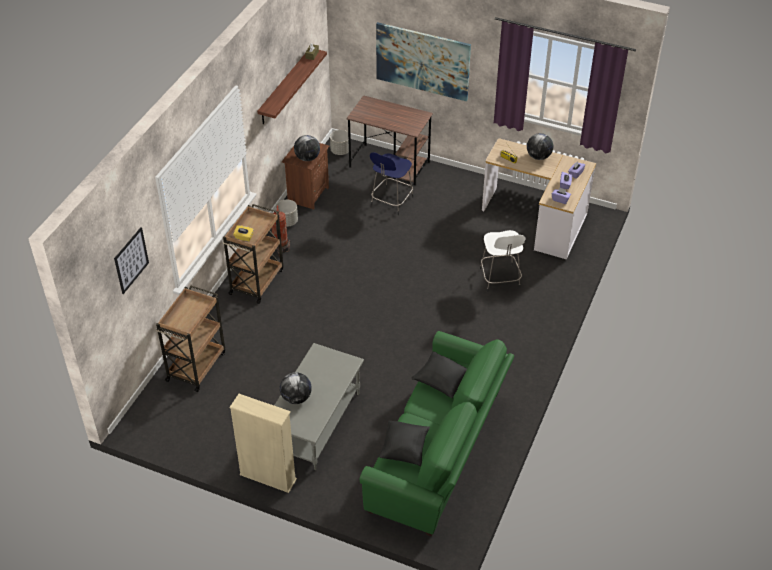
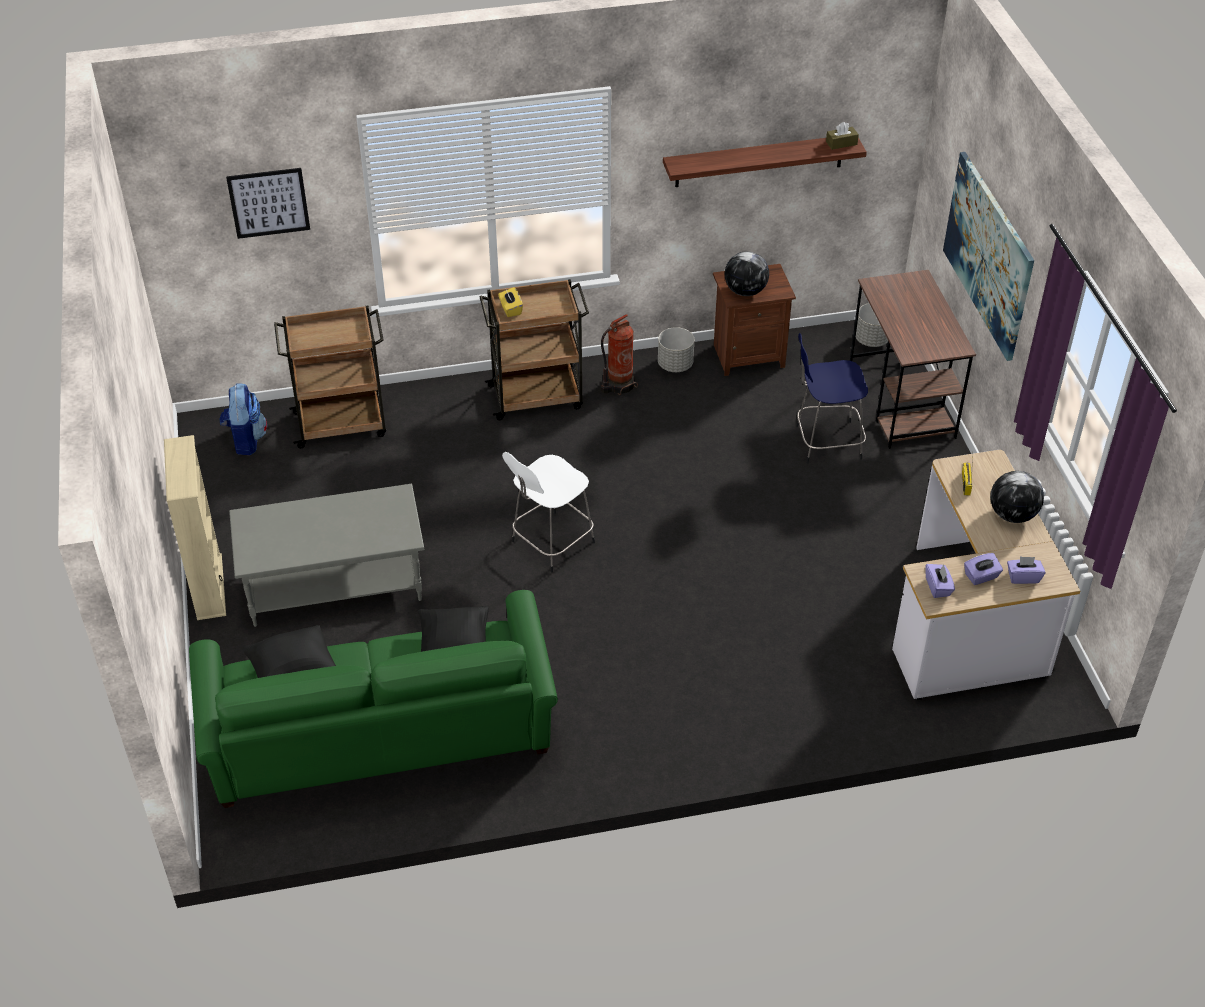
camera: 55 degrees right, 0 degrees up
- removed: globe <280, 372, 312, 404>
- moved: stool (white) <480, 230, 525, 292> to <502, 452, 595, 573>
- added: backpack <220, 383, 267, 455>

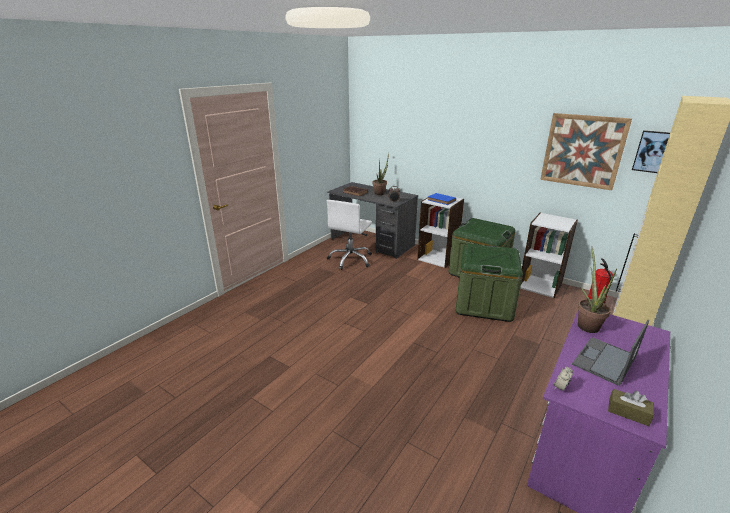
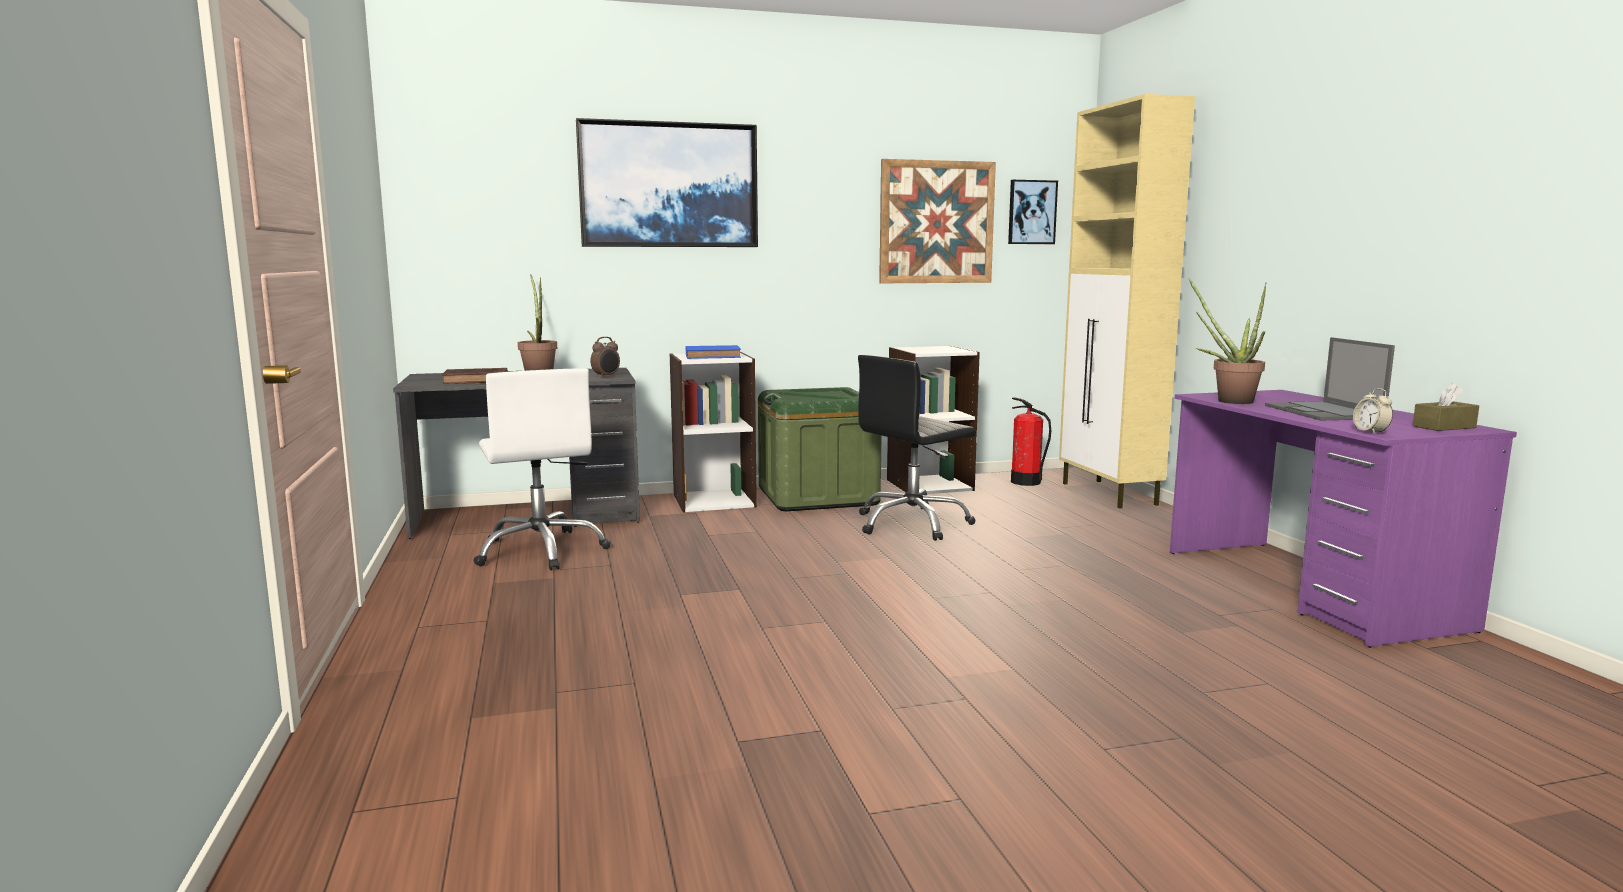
camera: 50 degrees left, 15 degrees down
- replaced: storage box (green) <456, 244, 523, 322> to office chair (black) <858, 355, 976, 541>
- added: picture <576, 118, 758, 247>

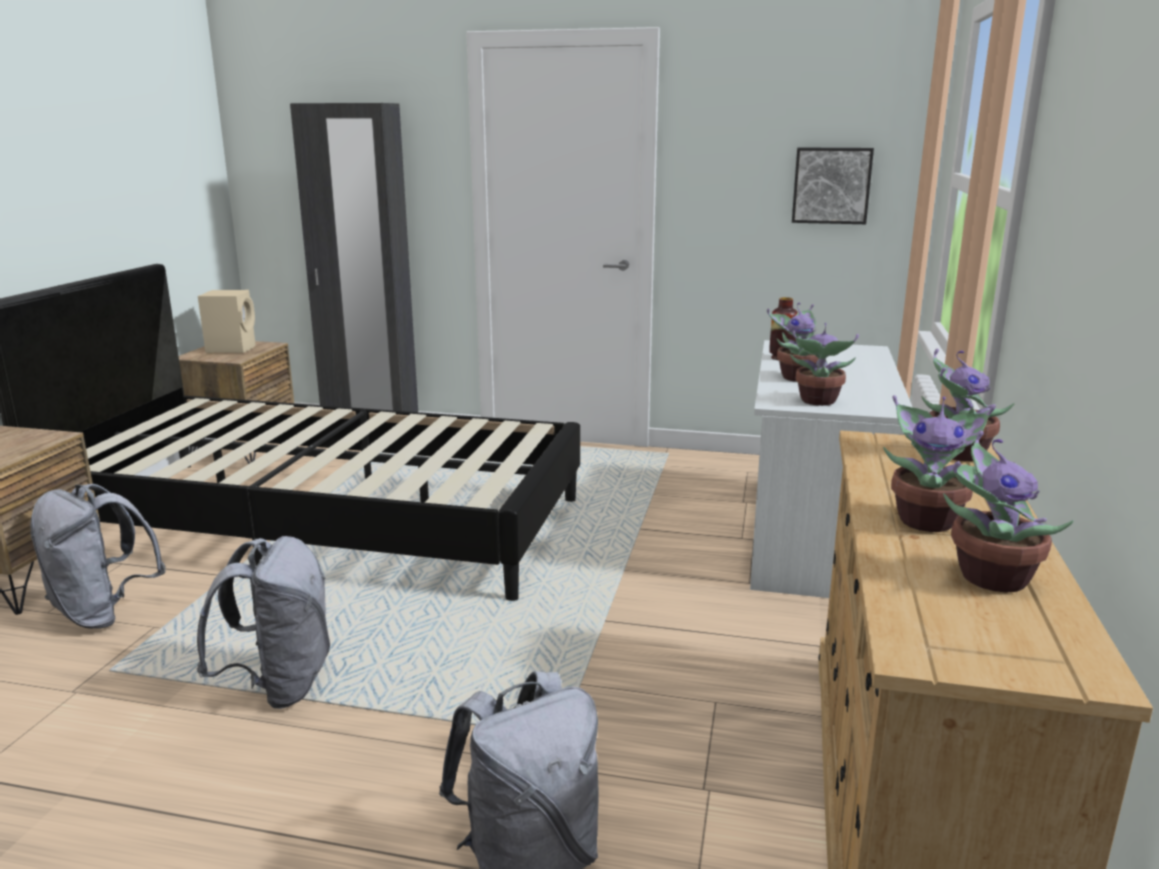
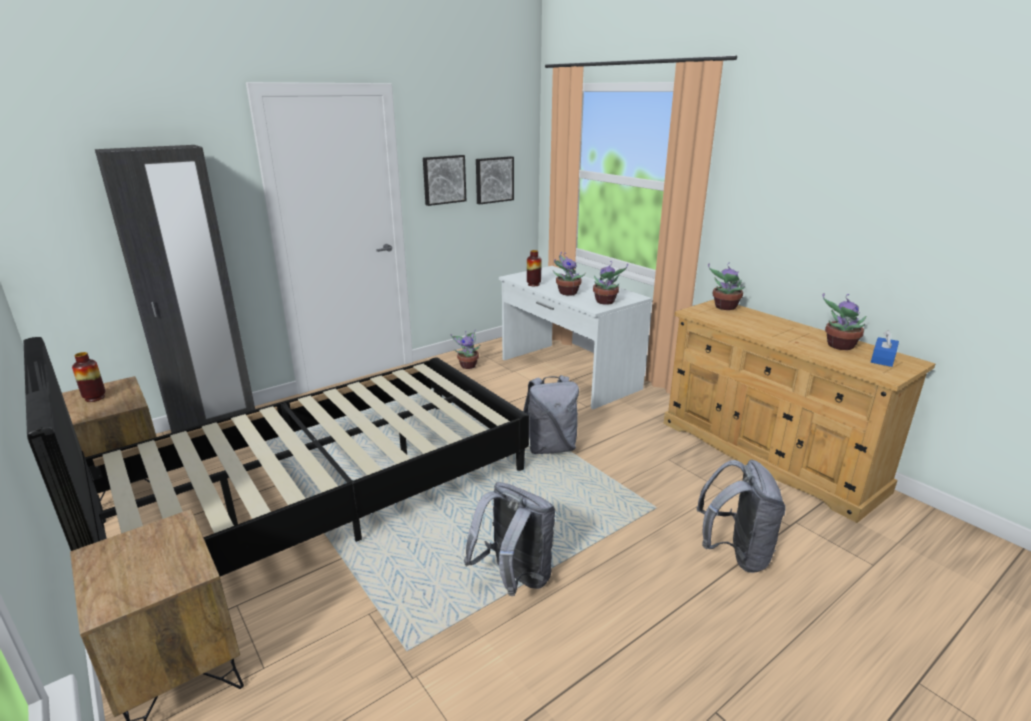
camera: 50 degrees left, 5 degrees up
- moved: backpack (grey) <30, 484, 166, 629> to <523, 375, 579, 454>
- replaced: speaker (beige) <198, 290, 256, 353> to vase <72, 352, 105, 402>
- moved: potted plant <883, 395, 995, 532> to <451, 330, 480, 369>
- added: picture <423, 155, 466, 206>
- added: tissue box (blue) <871, 330, 899, 367>

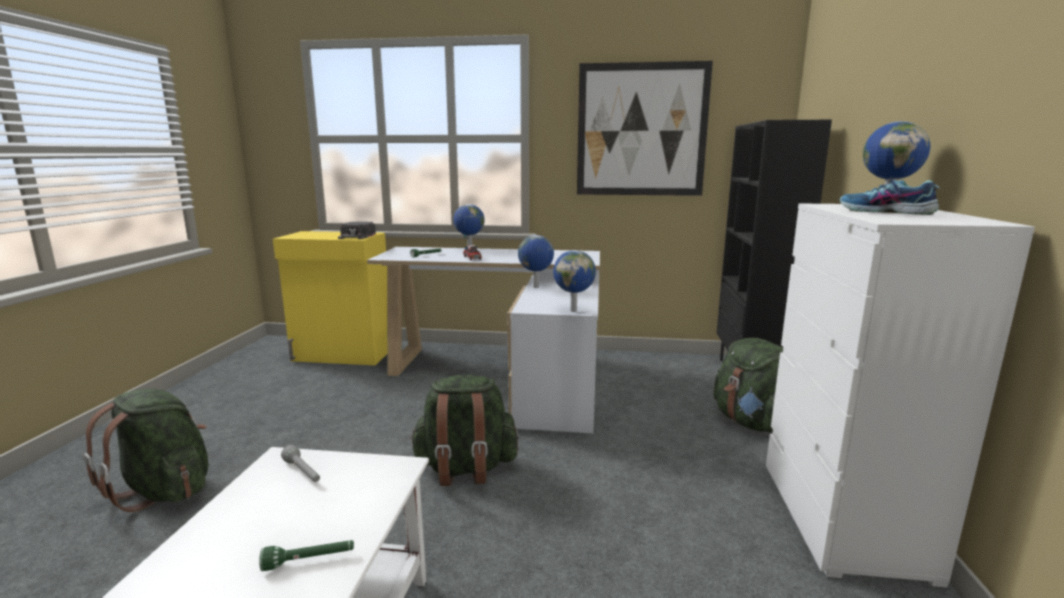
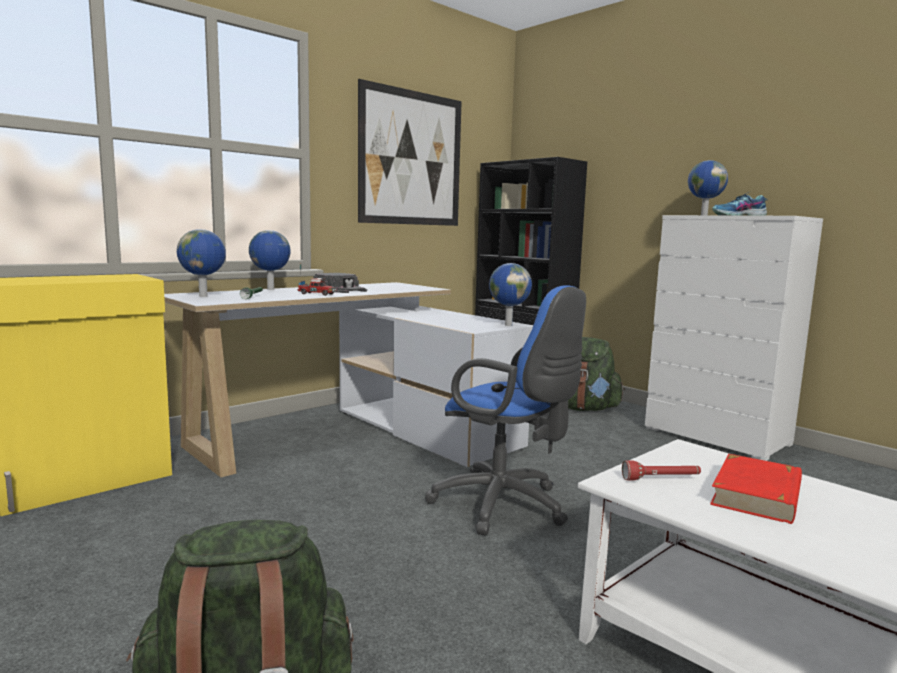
camera: 50 degrees left, 5 degrees down
- removed: flashlight (green) <259, 540, 354, 571>
- recoloured: flashlight (grey) <281, 445, 320, 482> to flashlight (red) <622, 461, 701, 480>
- moved: cap (black) <338, 222, 376, 239> to <313, 273, 367, 293>
- replaced: backpack (green) <409, 375, 518, 486> to office chair (blue) <425, 285, 586, 536>
- moved: globe <518, 235, 554, 288> to <177, 229, 226, 297>
- added: book (red) <710, 454, 802, 524>

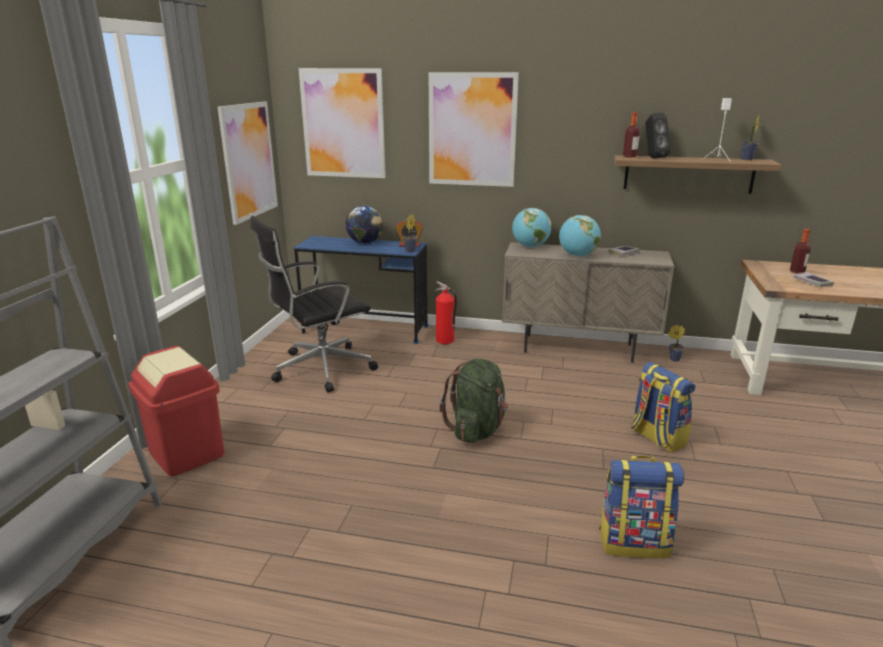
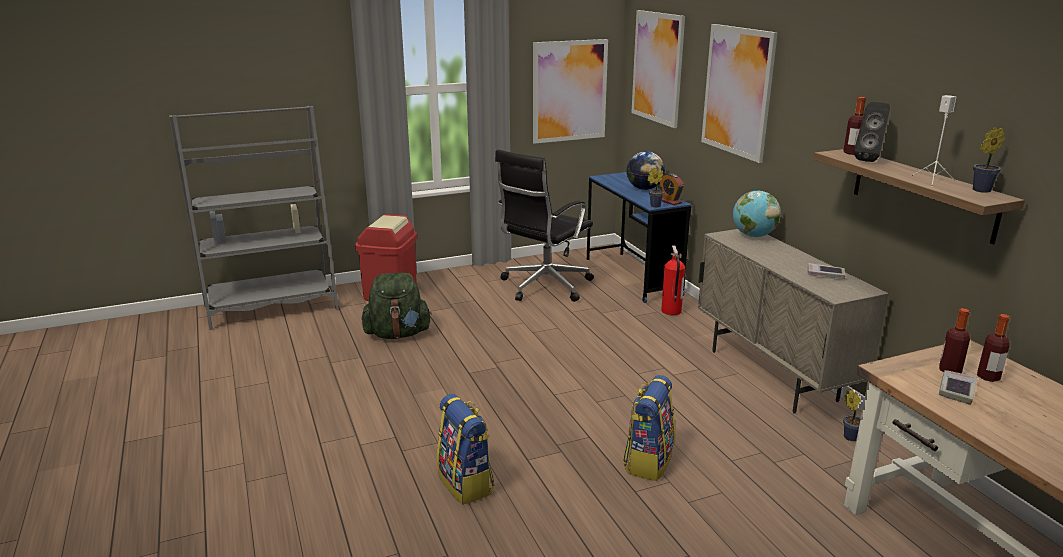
camera: 55 degrees right, 0 degrees up
- turned: office chair (black) <251, 216, 378, 392> = <495, 149, 594, 302> 75 degrees counterclockwise
- moved: backpack (green) <439, 359, 509, 443> to <362, 273, 432, 339>
- removed: globe <559, 215, 601, 257>
- added: bottle <939, 308, 970, 373>

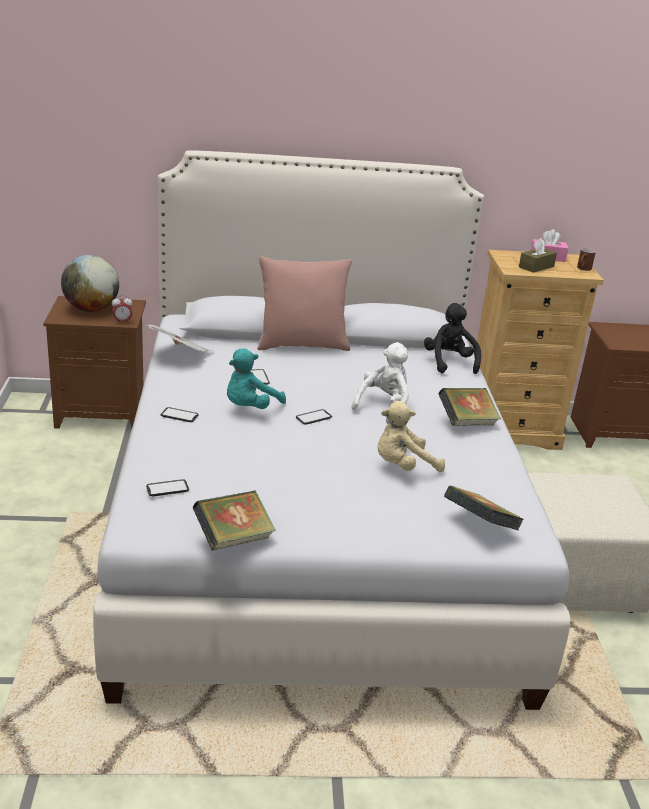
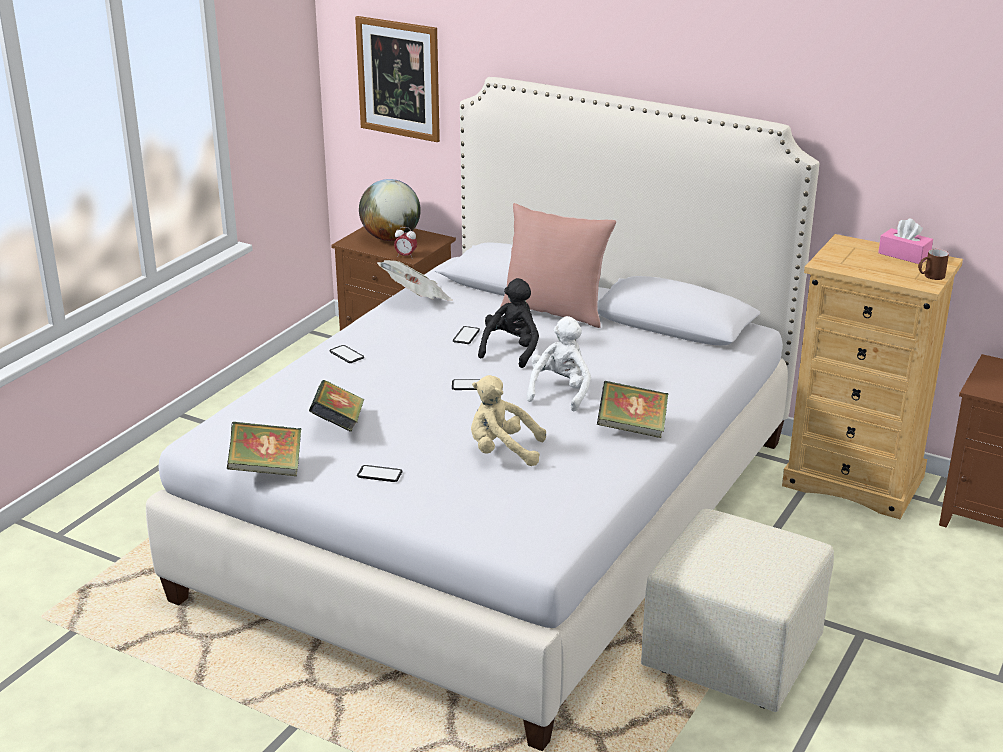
camera: 35 degrees right, 0 degrees up
- moved: phone <146, 479, 189, 496> to <357, 465, 403, 482>
- removed: plush toy (turquoise) <227, 348, 286, 409>
- turned: plush toy (white) <351, 342, 409, 424> = <526, 316, 591, 412> 45 degrees counterclockwise
- moved: plush toy (black) <424, 303, 481, 374> to <478, 278, 539, 368>
- moved: book <444, 486, 524, 530> to <309, 380, 364, 432>
- removed: tissue box (brown) <519, 238, 557, 273>
- added: picture <355, 16, 440, 142>

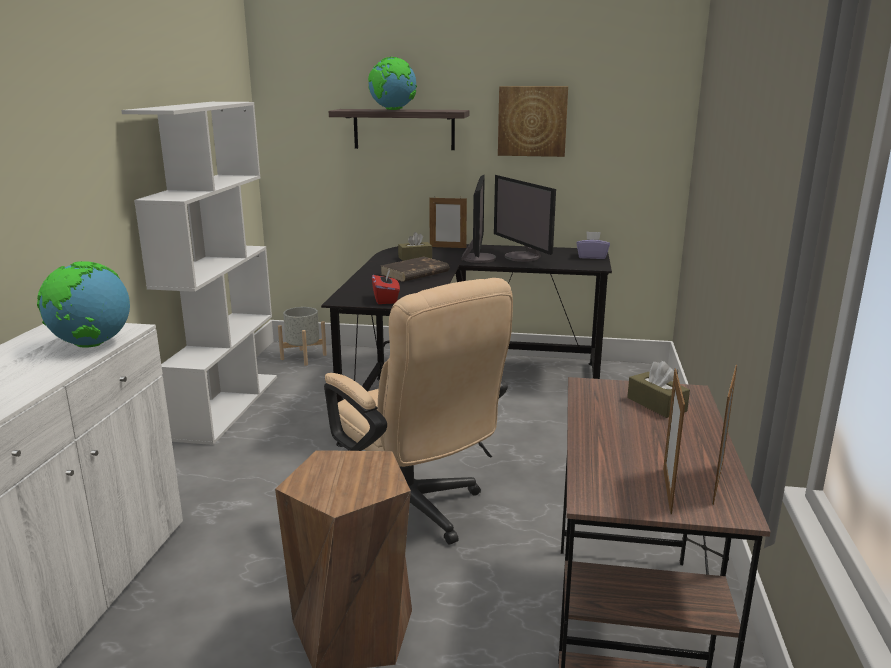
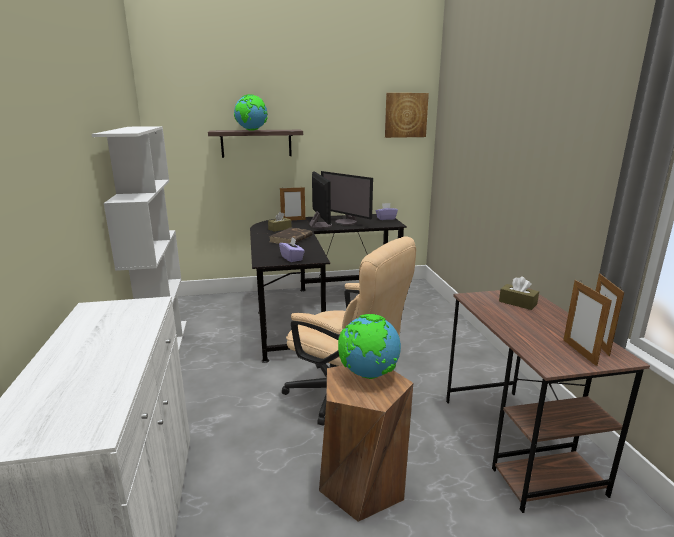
camera: 20 degrees left, 0 degrees up
- moved: globe <37, 261, 130, 348> to <338, 314, 401, 379>
- removed: planter (grey) <278, 307, 327, 366>
- recoloured: tissue box (red) <372, 270, 400, 304> to tissue box (purple) <279, 237, 305, 262>
- moved: picture <498, 86, 568, 157> to <385, 93, 429, 138>

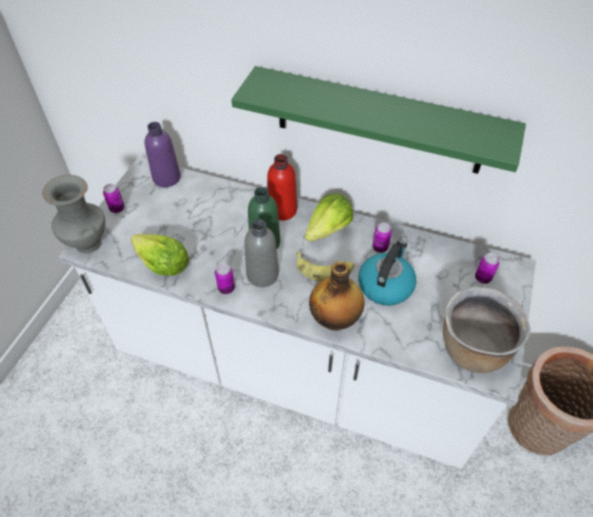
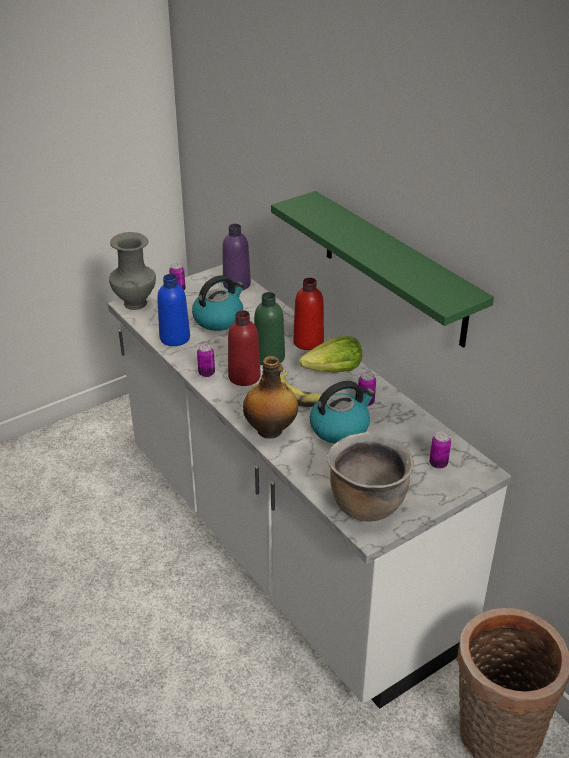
camera: 35 degrees right, 15 degrees down
- replaced: lettuce <131, 234, 189, 276> to bottle (blue) <157, 274, 190, 346>
- recoloured: bottle (grey) <244, 219, 279, 287> to bottle (red) <228, 310, 261, 386>
- added: kettle <192, 275, 244, 331>

